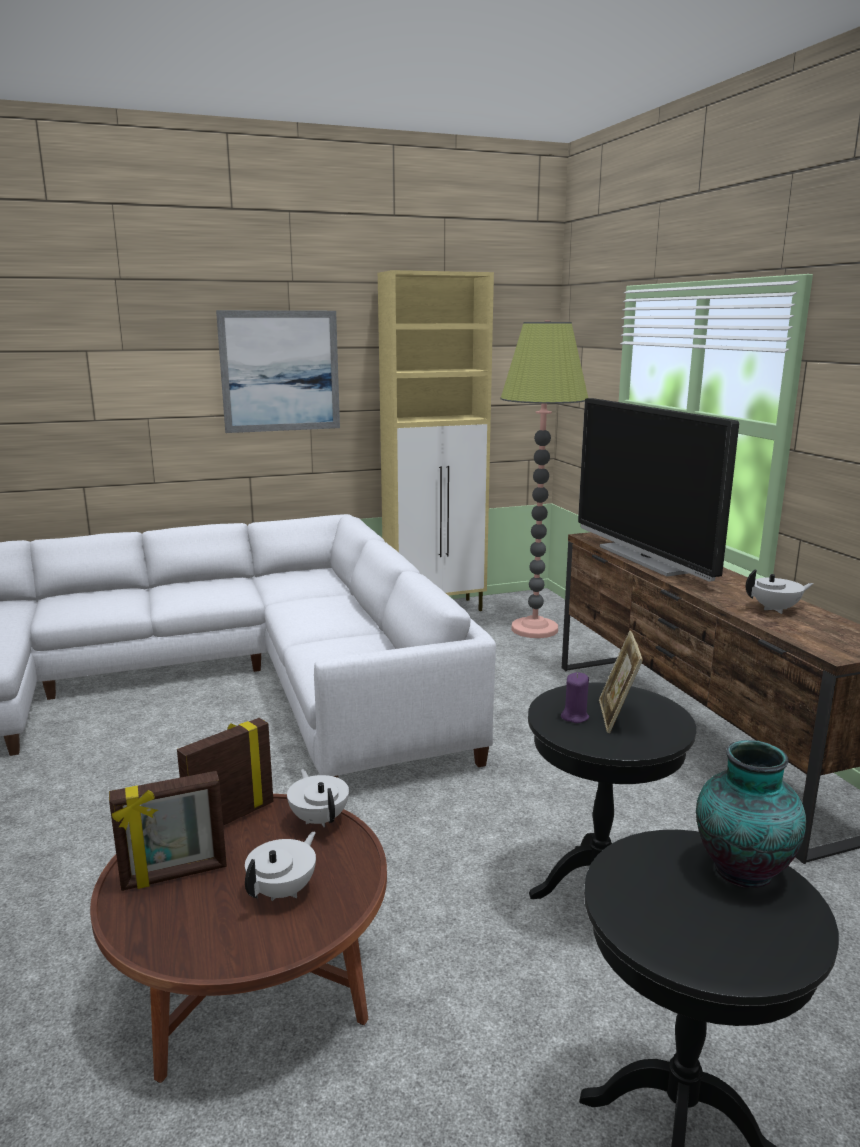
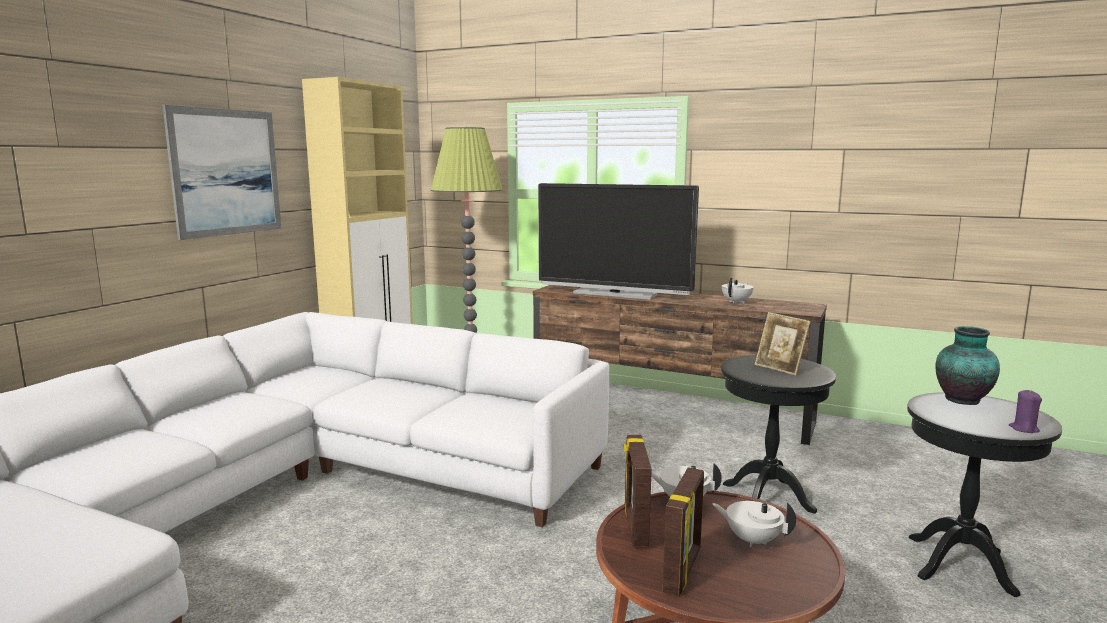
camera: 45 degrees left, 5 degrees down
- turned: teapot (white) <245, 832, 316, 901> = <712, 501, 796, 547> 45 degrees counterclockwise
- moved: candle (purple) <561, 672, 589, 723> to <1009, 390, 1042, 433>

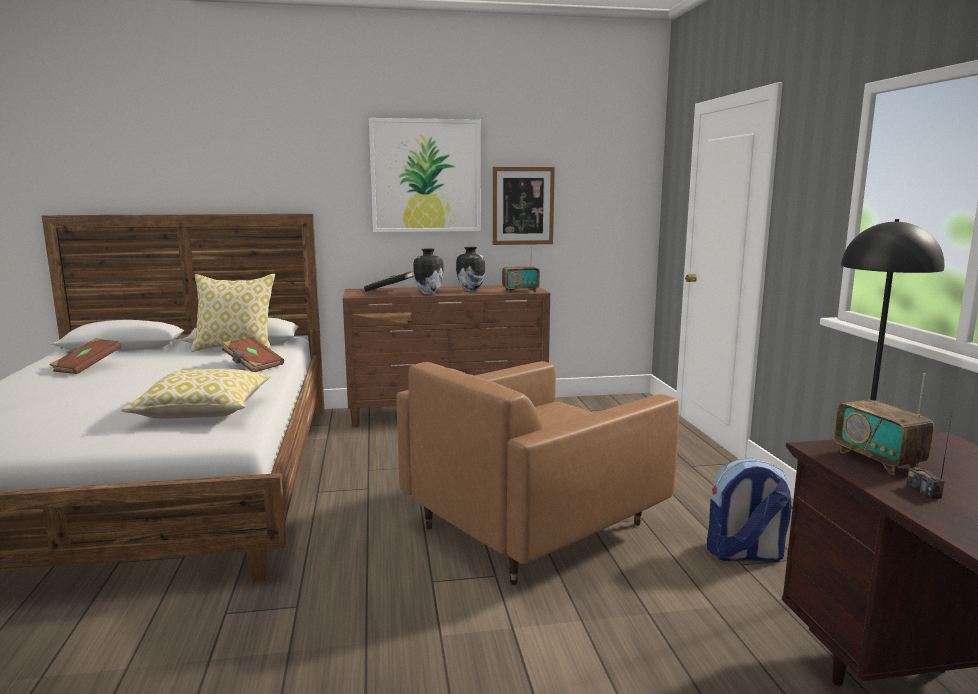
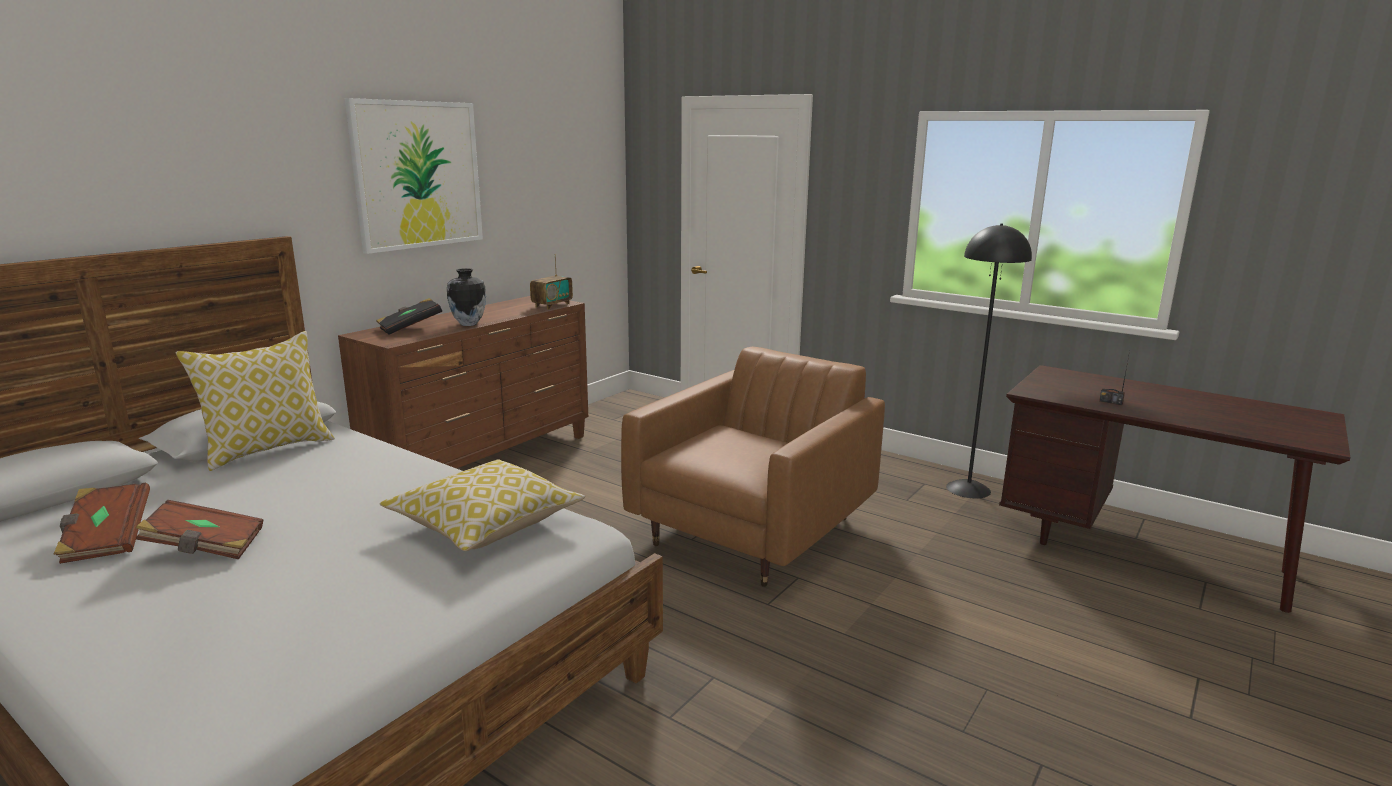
camera: 45 degrees left, 5 degrees up
- moved: book (brown) <222, 337, 284, 372> to <136, 500, 263, 560>
- turned: armchair (brown) <396, 361, 679, 585> = <621, 347, 885, 587> 150 degrees counterclockwise
- removed: vase <456, 247, 485, 292>
- removed: picture <493, 167, 555, 245>
- removed: backpack <707, 458, 791, 562>
- removed: radio <834, 373, 934, 475>

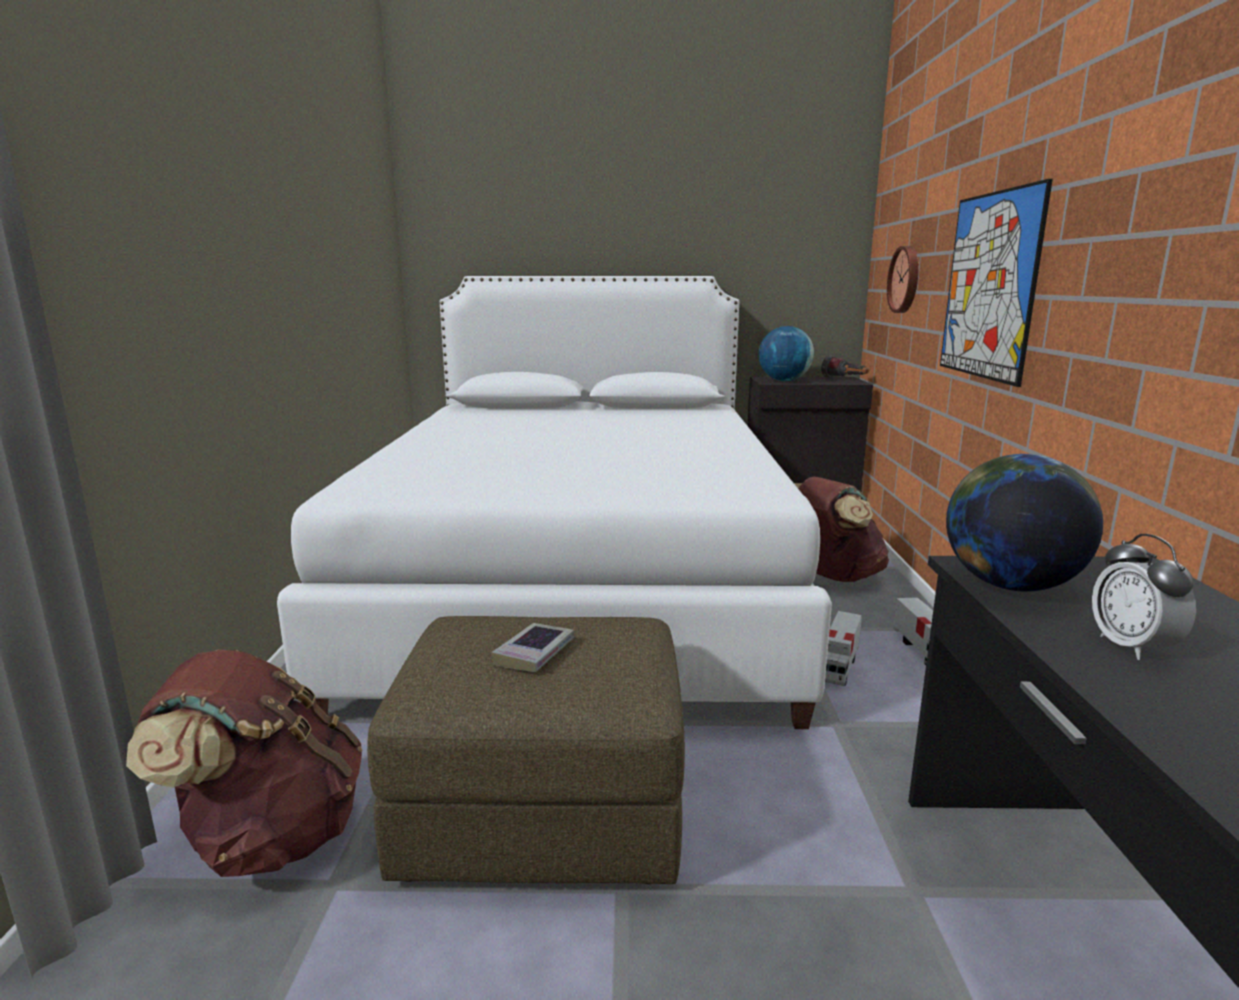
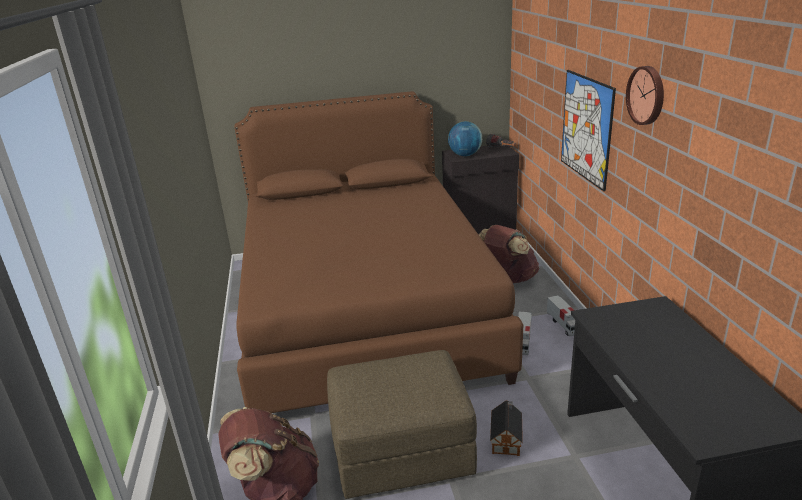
camera: 10 degrees left, 10 degrees up
- recoloured: bed (white) <277, 276, 832, 729> to bed (brown) <234, 91, 523, 413>
- removed: book <491, 623, 574, 672>
- moved: wall clock <887, 246, 918, 313> to <626, 66, 664, 125>
- removed: globe <946, 454, 1103, 592>
- removed: alarm clock <1092, 534, 1196, 660>
- added: toy house <490, 401, 523, 456>

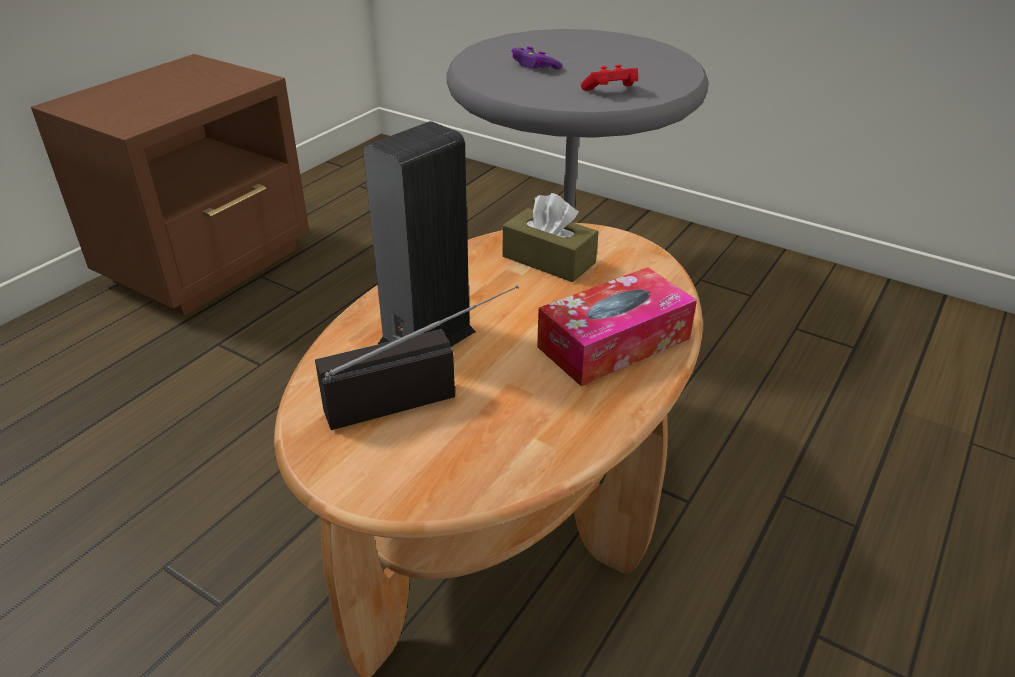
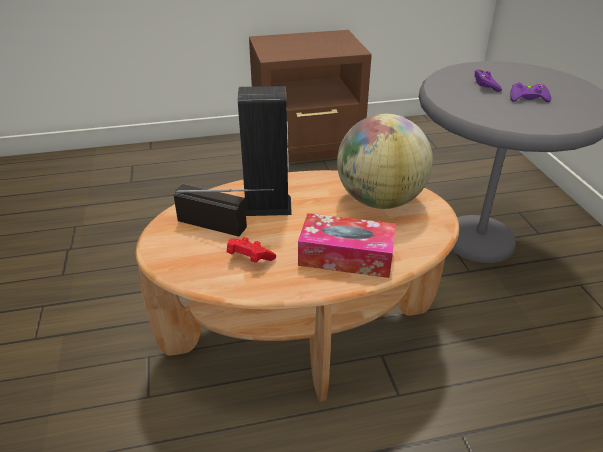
camera: 45 degrees right, 0 degrees up
- replaced: tissue box (brown) <503, 193, 599, 282> to globe <337, 114, 433, 209>
- moved: game controller (red) <581, 64, 638, 91> to <227, 237, 276, 263>
- added: game controller (purple) <510, 83, 551, 102>

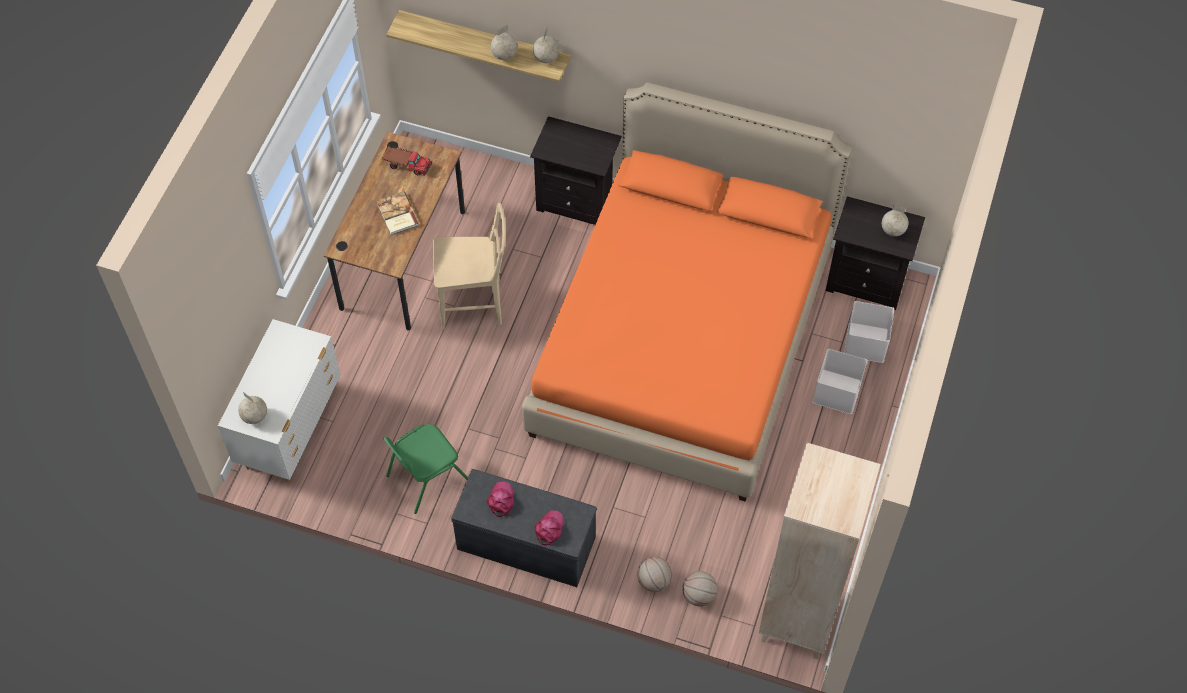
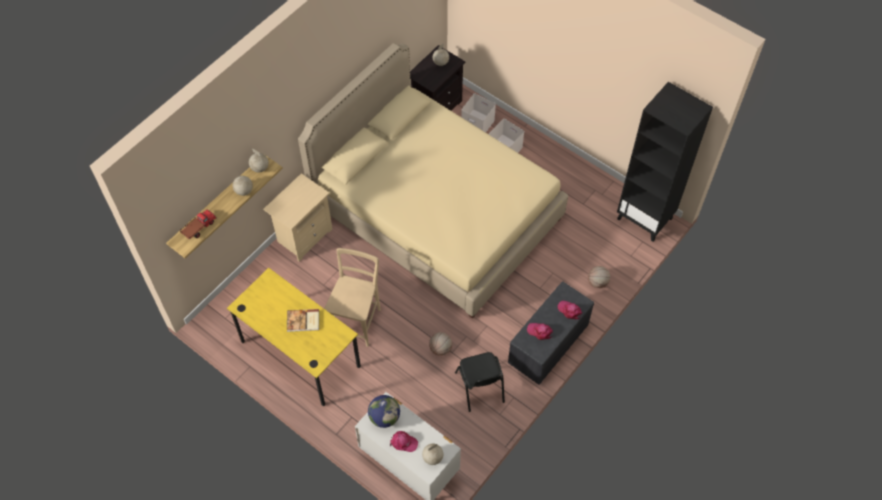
camera: 70 degrees left, 0 degrees up
- recoloured: desk (brown) <324, 132, 465, 331> to desk (yellow) <227, 268, 361, 406>
- moved: toy truck <382, 144, 432, 175> to <180, 209, 217, 240>
- recoloured: chair (green) <383, 424, 468, 514> to chair (black) <455, 352, 505, 412>
- recoloured: bed (orange) <522, 82, 852, 501> to bed (beige) <298, 43, 568, 319>
- recoloured: nightstand (black) <530, 116, 622, 225> to nightstand (beige) <263, 173, 332, 262>
- moved: basketball <683, 571, 718, 607> to <429, 332, 452, 356>
- recoloured: bookcase (beige) <758, 443, 881, 659> to bookcase (black) <617, 82, 713, 242>
- added: globe <368, 395, 400, 428>
- added: cap (pink) <390, 431, 418, 452>

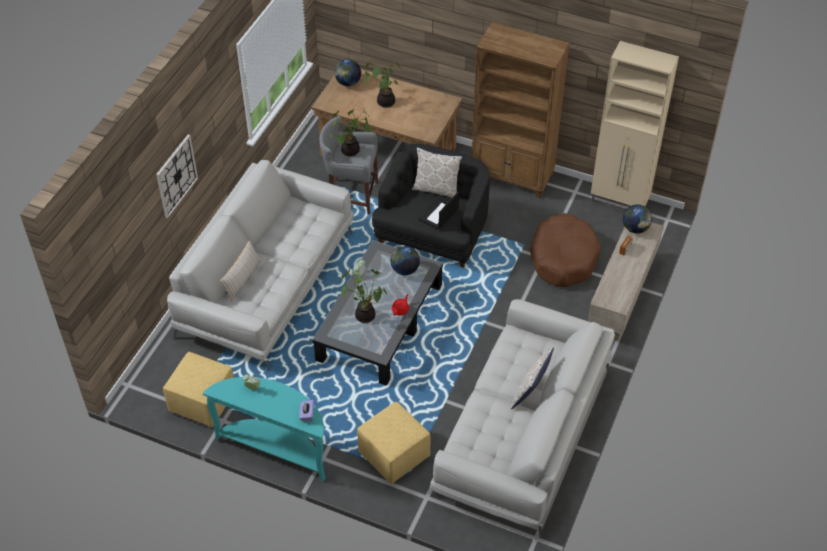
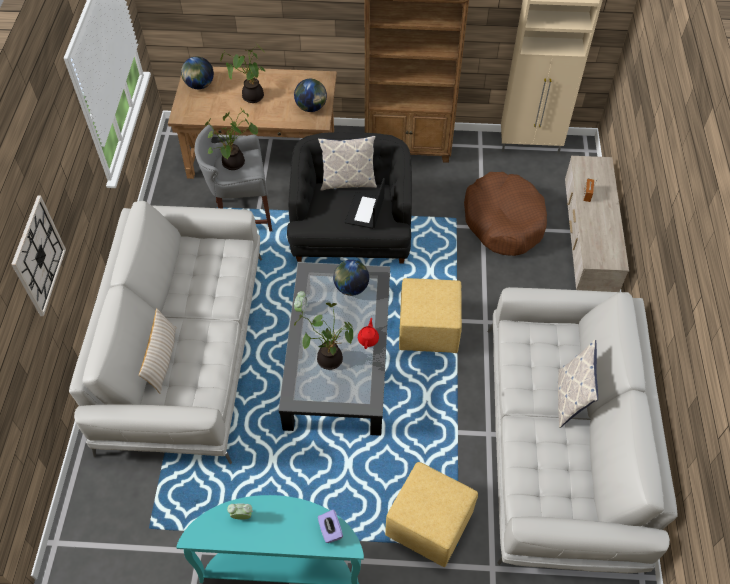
camera: 20 degrees left, 5 degrees up
- moved: ottoman (yellow) <163, 352, 234, 427> to <399, 278, 462, 353>
- moved: globe <623, 204, 652, 233> to <294, 79, 327, 112>

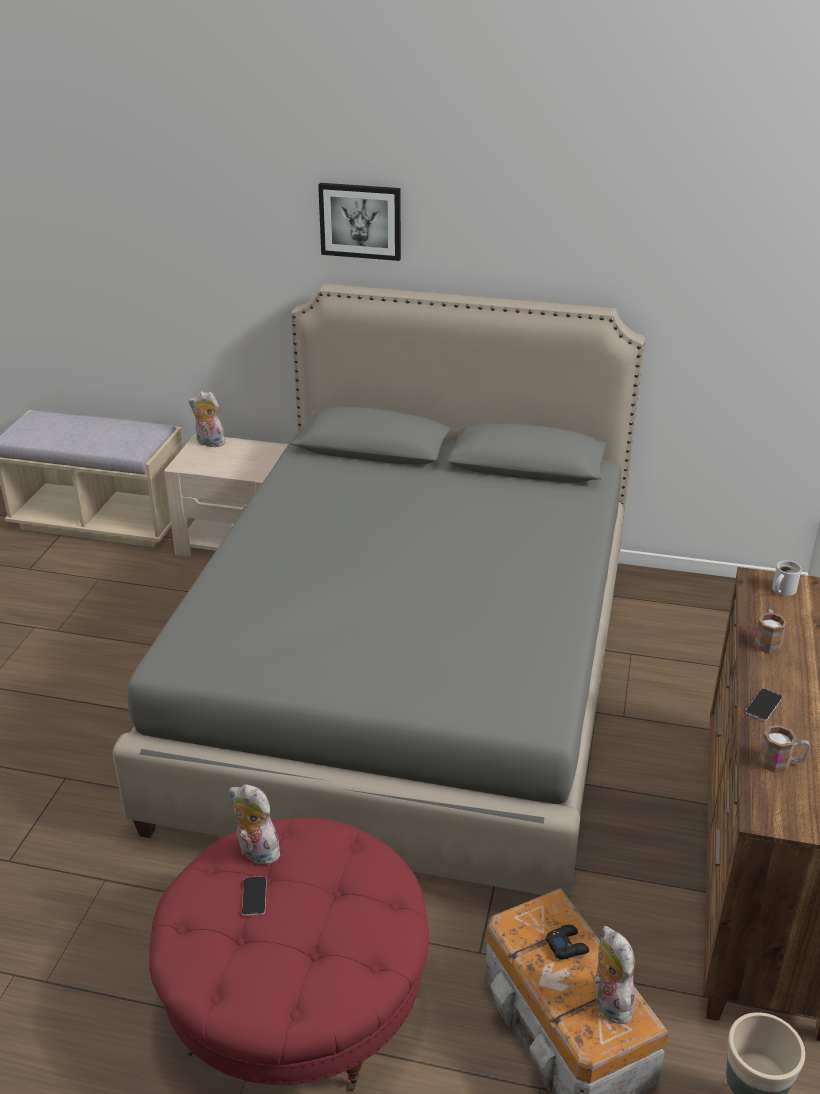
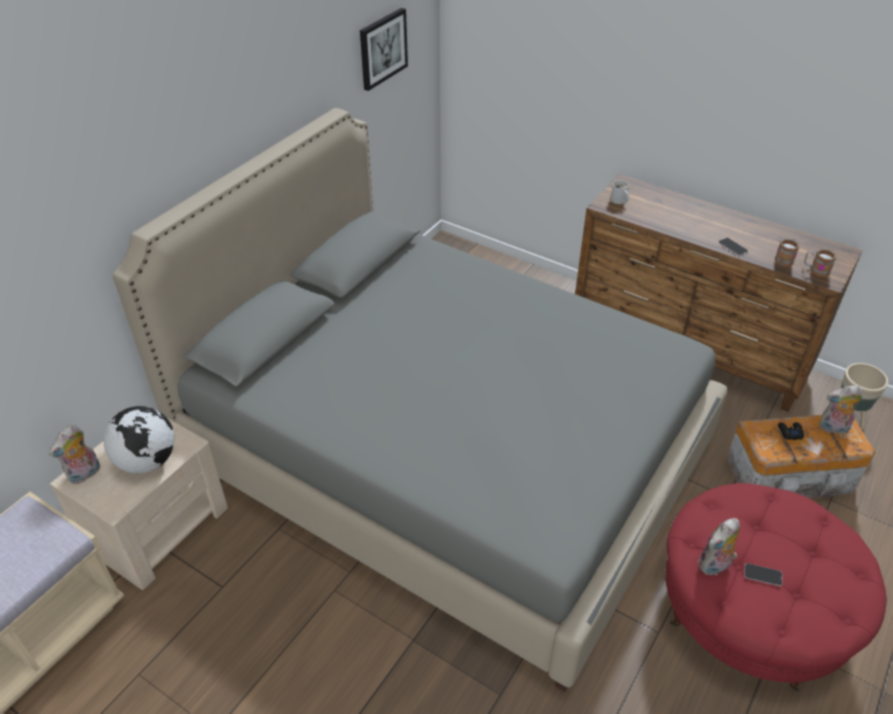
camera: 70 degrees left, 10 degrees up
- moved: picture <318, 183, 401, 261> to <360, 8, 408, 91>
- moved: mug <754, 609, 787, 654> to <804, 249, 837, 277>
- added: globe <103, 406, 175, 474>

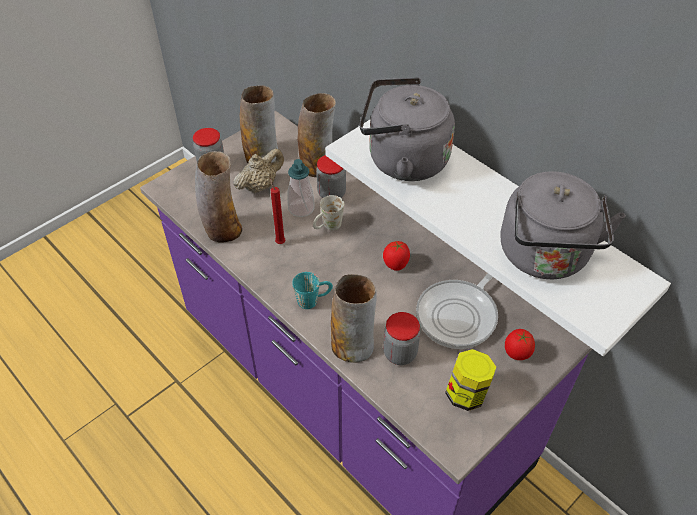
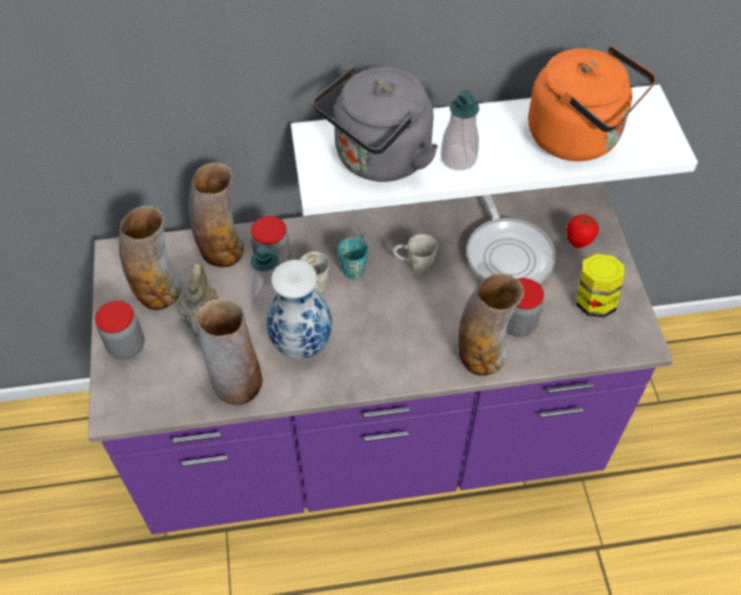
camera: 55 degrees left, 5 degrees up
- replaced: candle (red) <270, 178, 286, 244> to vase <267, 260, 332, 359>
- moved: mug (turquoise) <292, 272, 333, 309> to <338, 235, 368, 279>
- replaced: tomato <383, 241, 410, 271> to mug (white) <393, 234, 438, 276>
- recoloured: kettle (grey) <500, 171, 626, 279> to kettle (orange) <528, 46, 656, 161>
- added: soap dispenser <441, 90, 479, 170>

